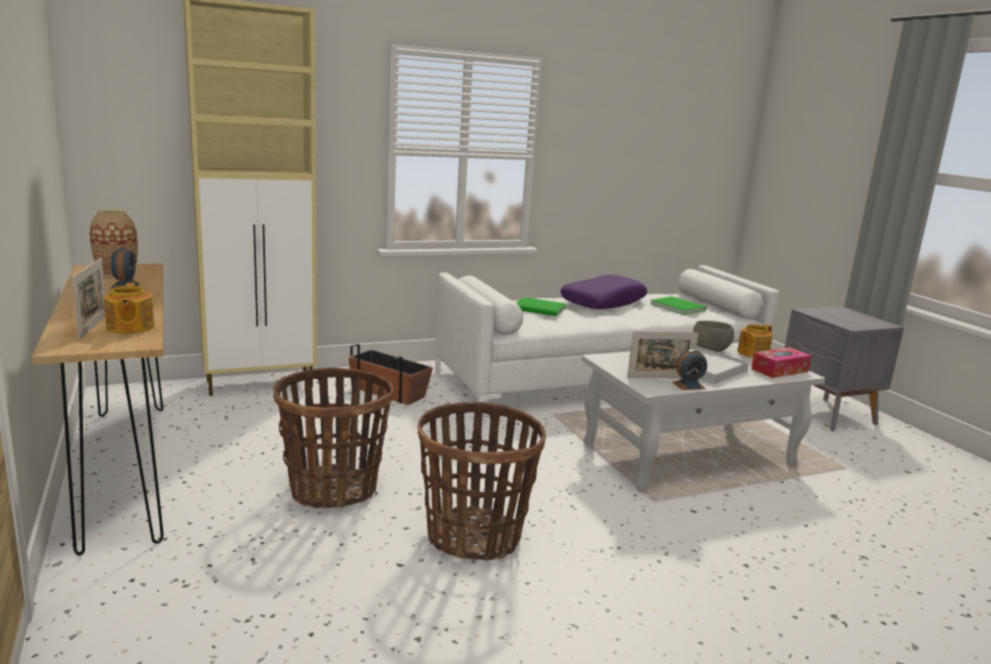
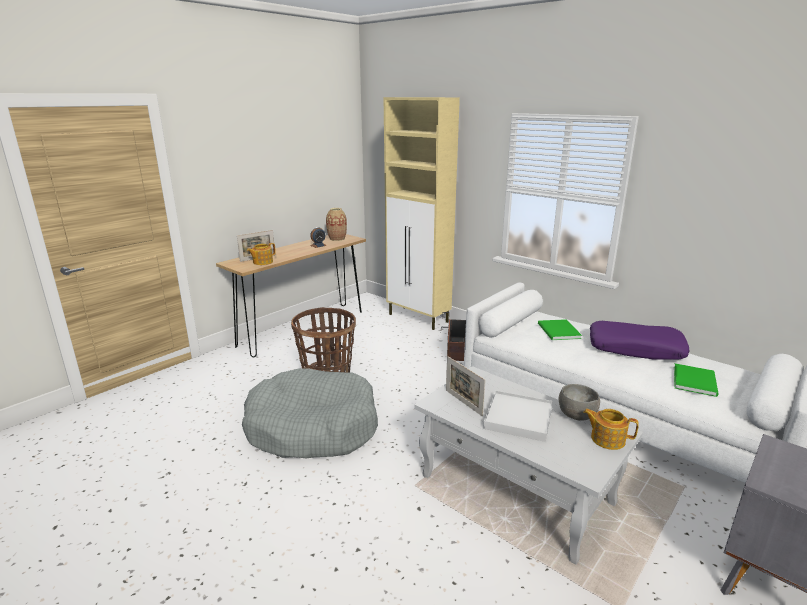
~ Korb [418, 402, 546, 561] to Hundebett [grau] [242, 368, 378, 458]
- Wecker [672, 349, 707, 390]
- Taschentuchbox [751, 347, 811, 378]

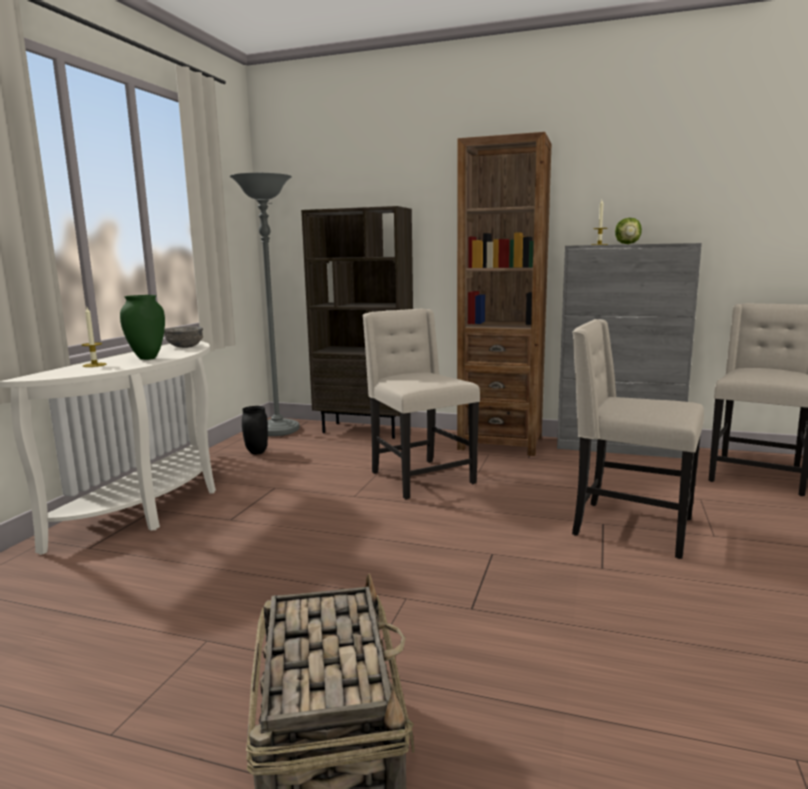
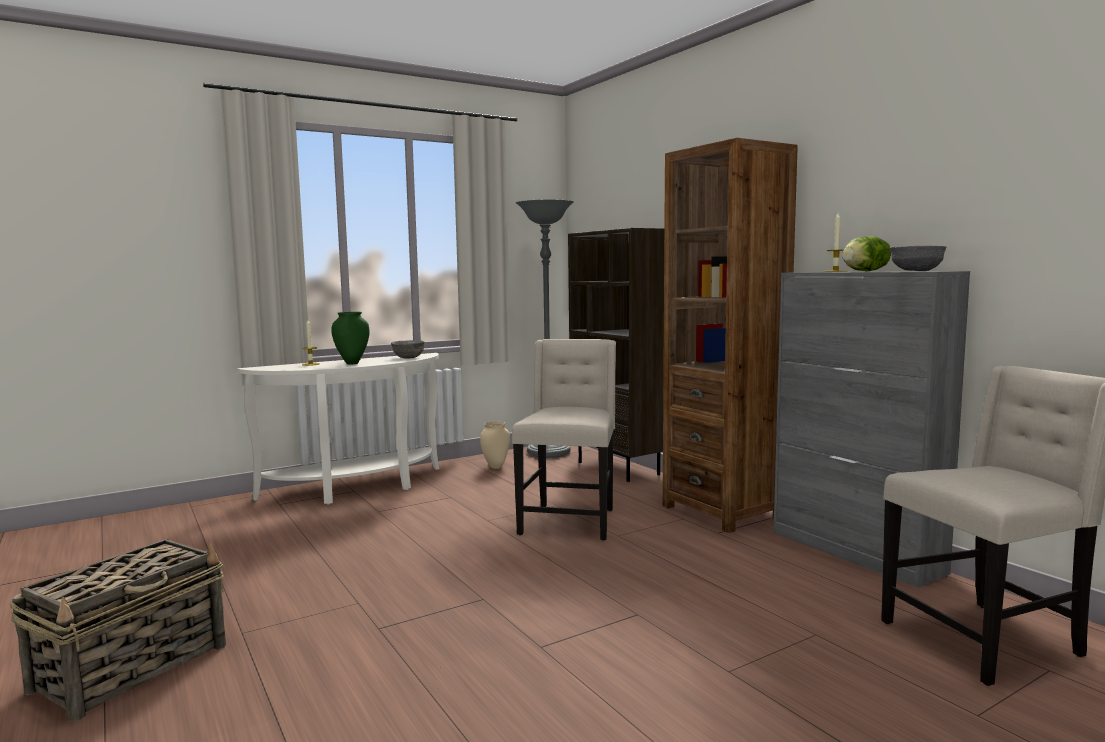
~ Vase [schwarz] [242, 406, 268, 454] to Vase [beige] [480, 421, 510, 469]
- Stuhl [beige] [572, 319, 704, 559]
+ Schüssel [grau] [890, 246, 947, 271]

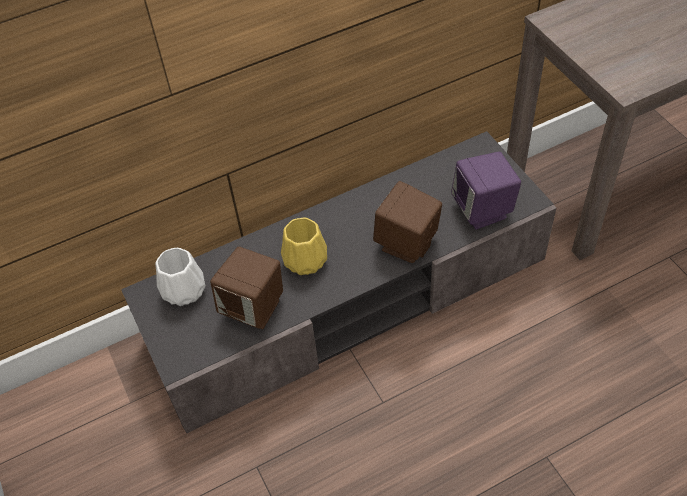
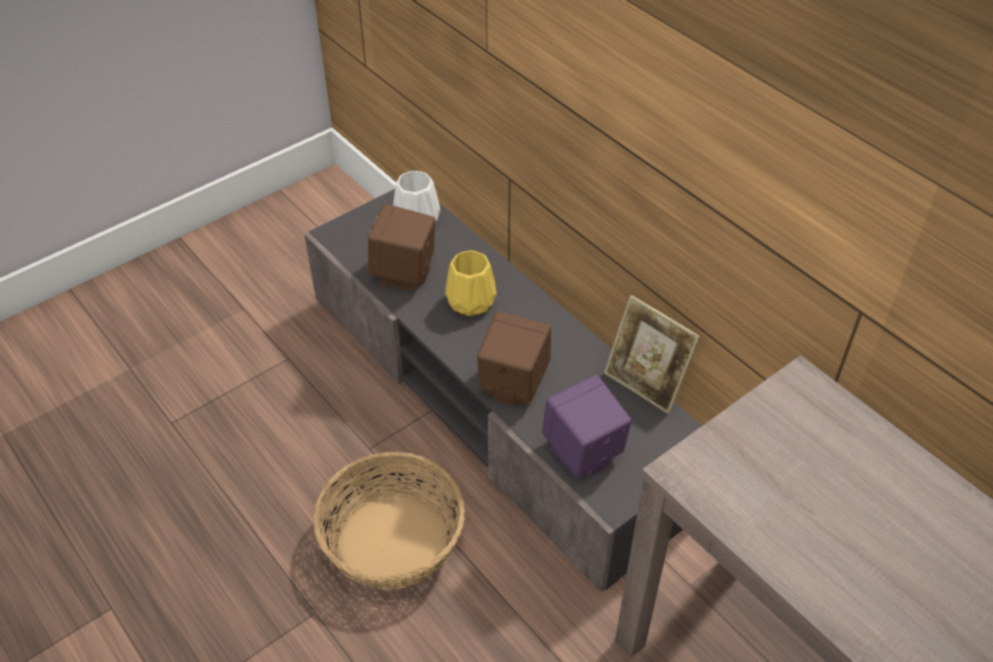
+ Korb [314, 452, 465, 590]
+ Bilderrahmen [604, 295, 700, 414]

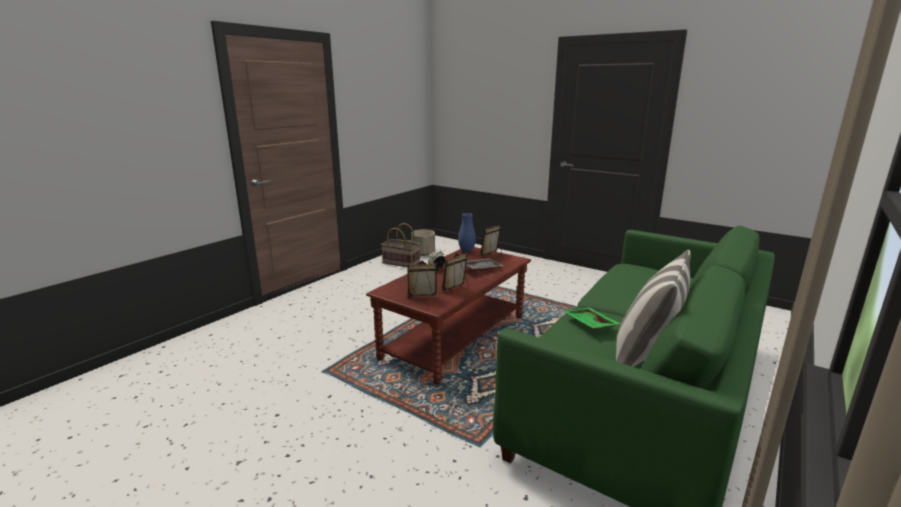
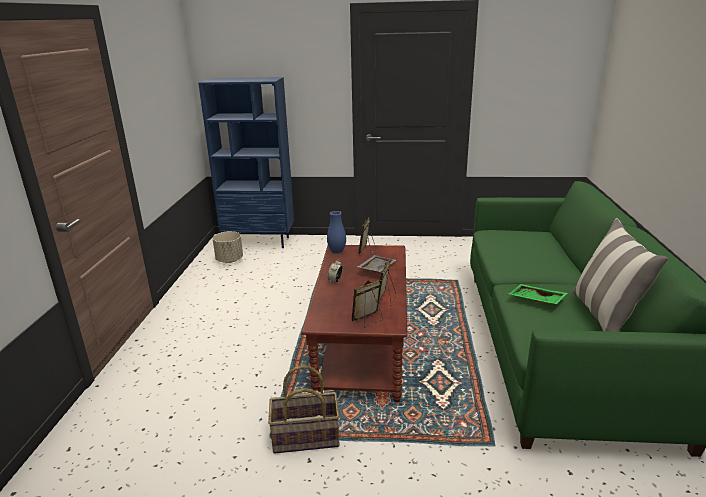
~ Korb [381, 223, 420, 267] to [268, 365, 340, 454]
+ Bücherregal [blau] [198, 77, 294, 248]

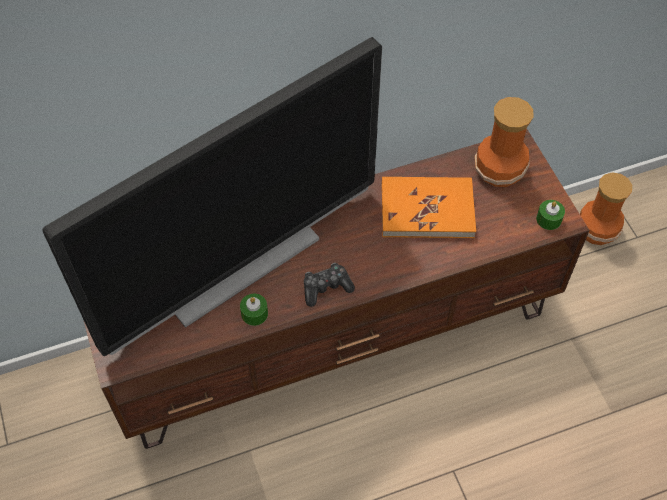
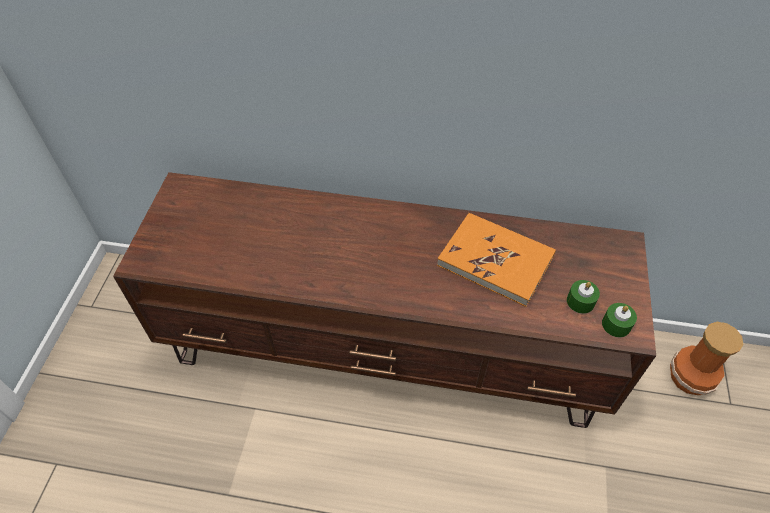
- Fernseher [42, 37, 382, 356]
~ Kerze [grün] [240, 294, 268, 326] to [567, 280, 600, 314]
- Gamepad [304, 263, 355, 307]
- Vase [475, 97, 534, 187]

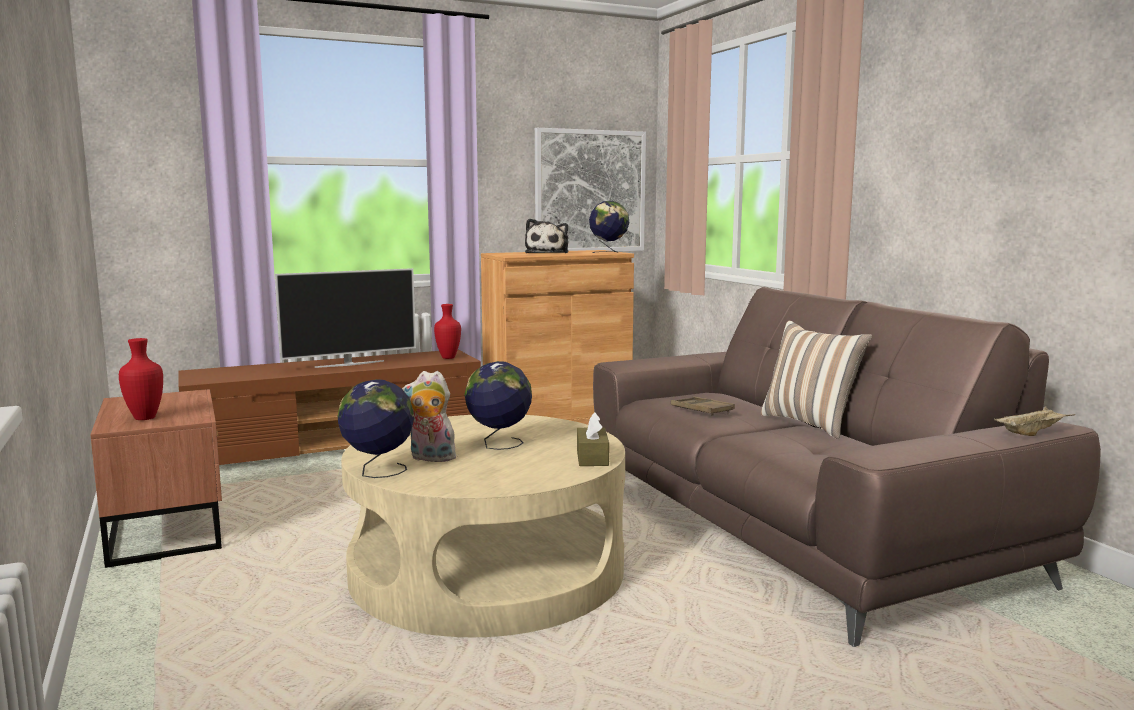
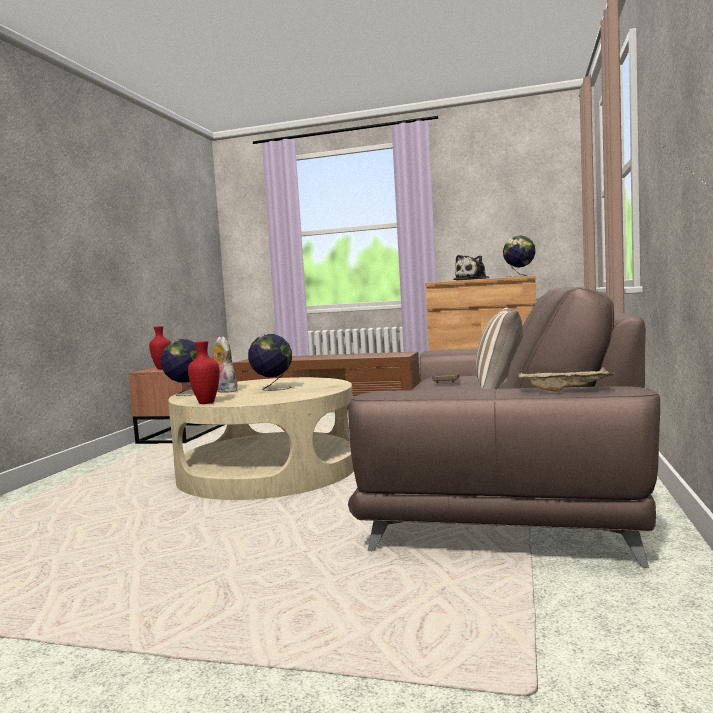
- Fernseher [275, 268, 416, 368]
~ Vase [rot] [434, 304, 461, 359] to [188, 341, 220, 404]
- Bild [535, 128, 646, 252]
- Taschentuchbox [braun] [577, 413, 609, 466]

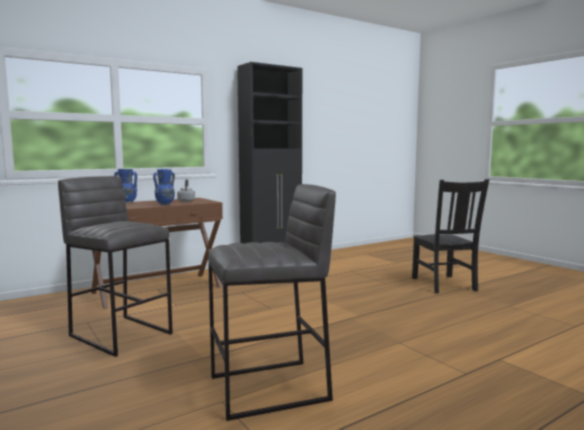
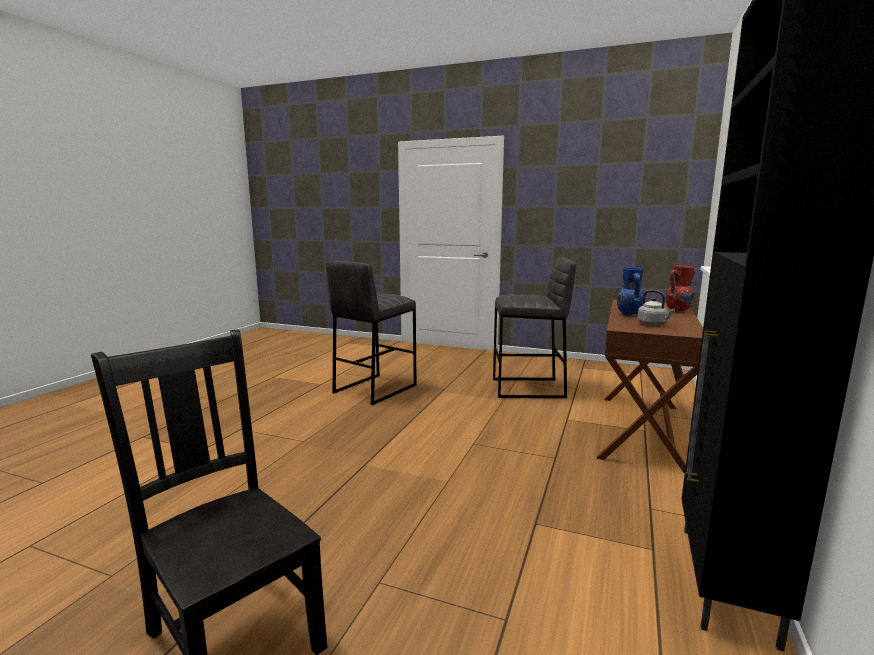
~ Vase [blau] [114, 169, 138, 203] to Vase [rot] [666, 265, 695, 313]

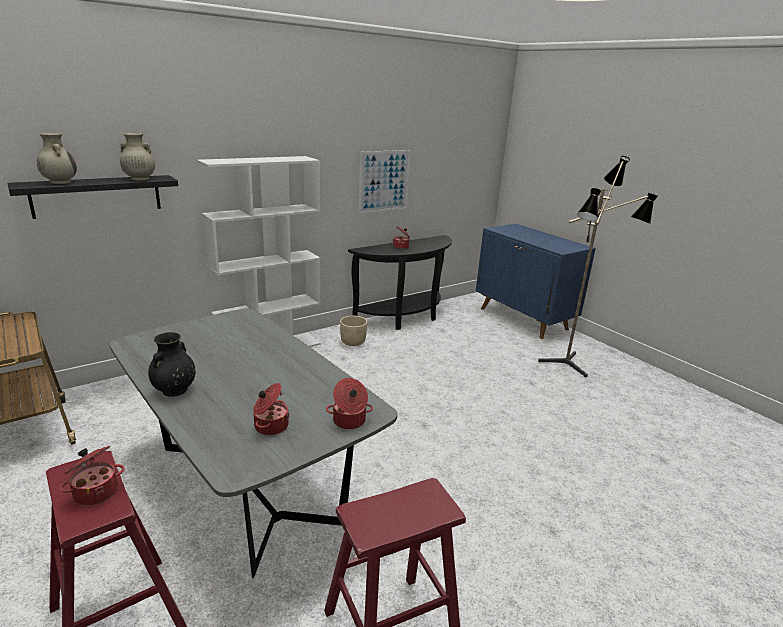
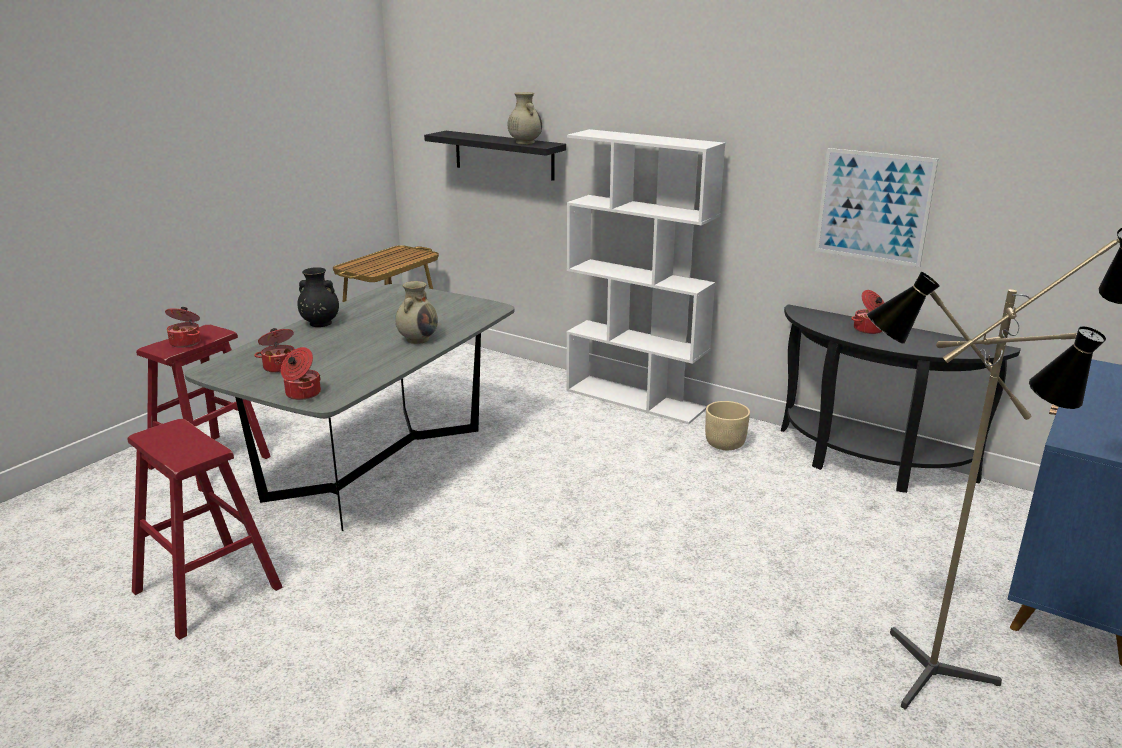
~ Vase [beige] [37, 133, 77, 184] to [395, 281, 438, 344]

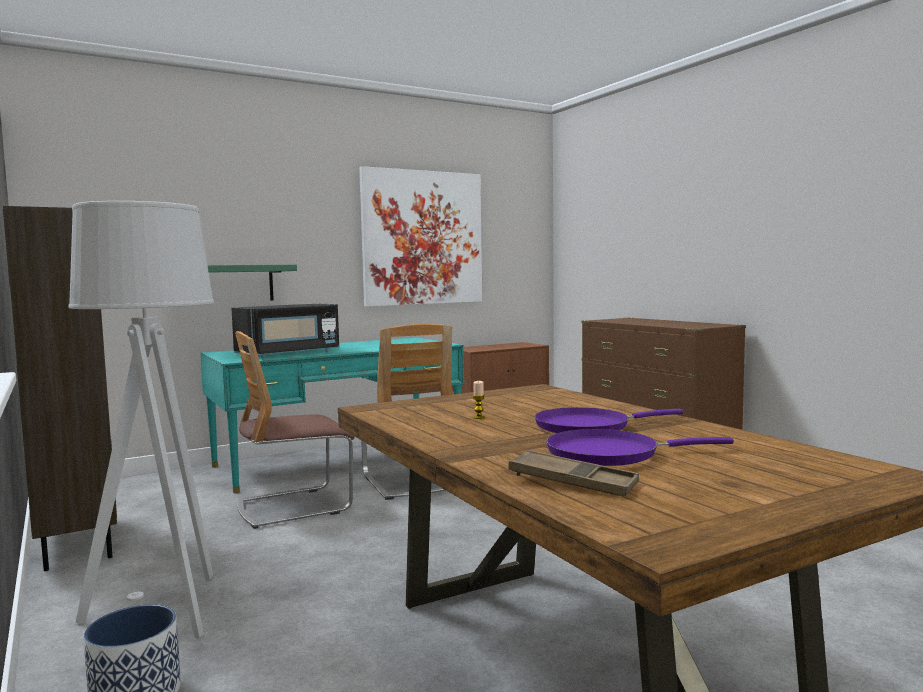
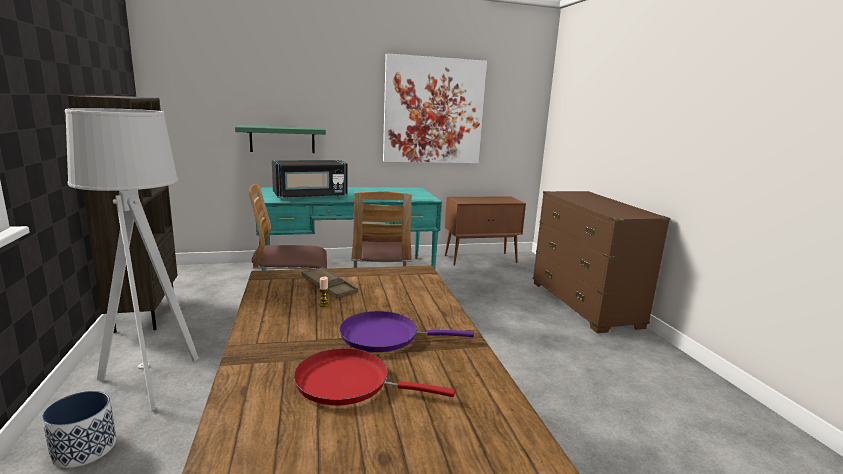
~ Tablett [braun] [508, 450, 639, 496] to [302, 267, 358, 299]
~ Pfanne [lila] [546, 429, 734, 466] to Pfanne [rot] [293, 348, 455, 405]

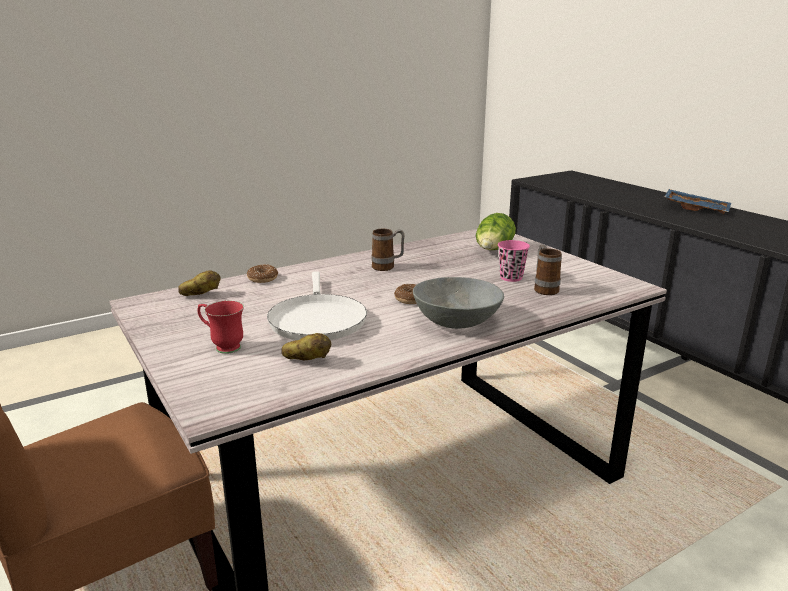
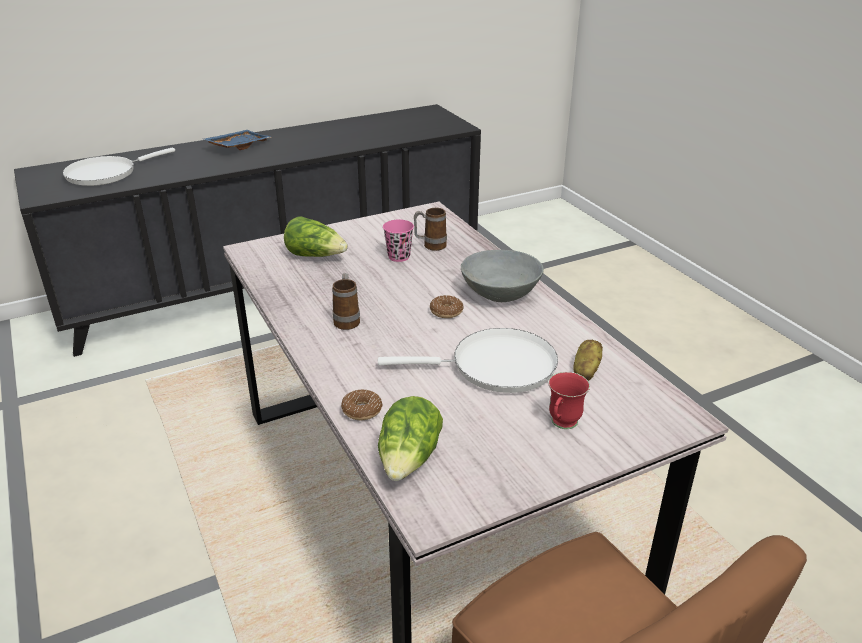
~ Kartoffel [178, 270, 221, 296] to Salatkopf [378, 396, 443, 481]
+ Pfanne [weiß] [62, 148, 175, 186]

